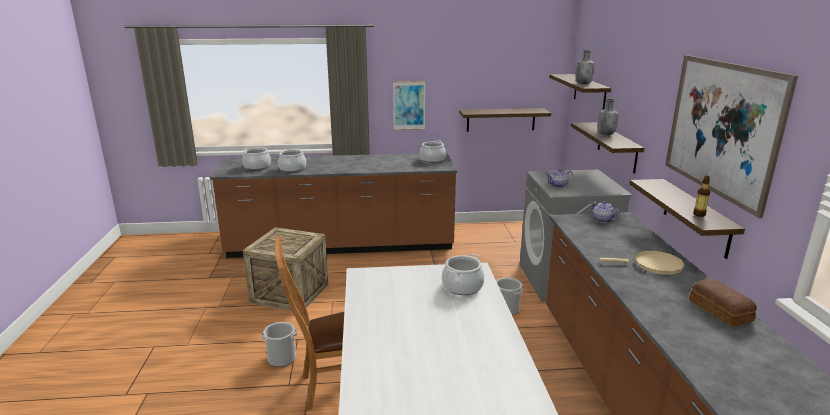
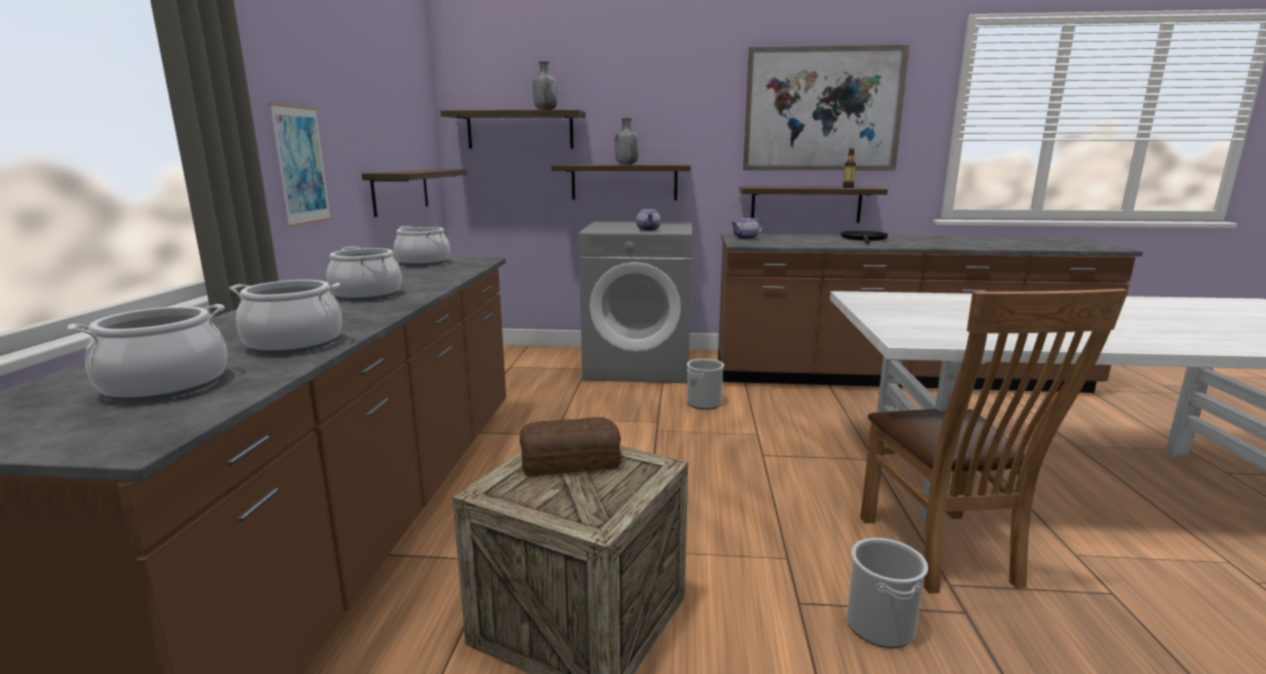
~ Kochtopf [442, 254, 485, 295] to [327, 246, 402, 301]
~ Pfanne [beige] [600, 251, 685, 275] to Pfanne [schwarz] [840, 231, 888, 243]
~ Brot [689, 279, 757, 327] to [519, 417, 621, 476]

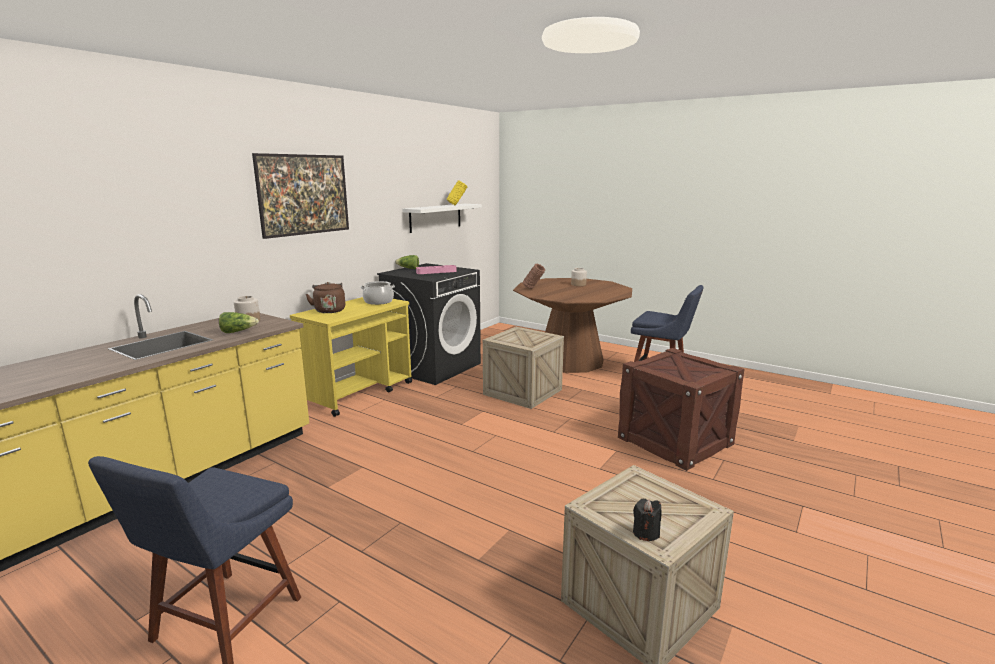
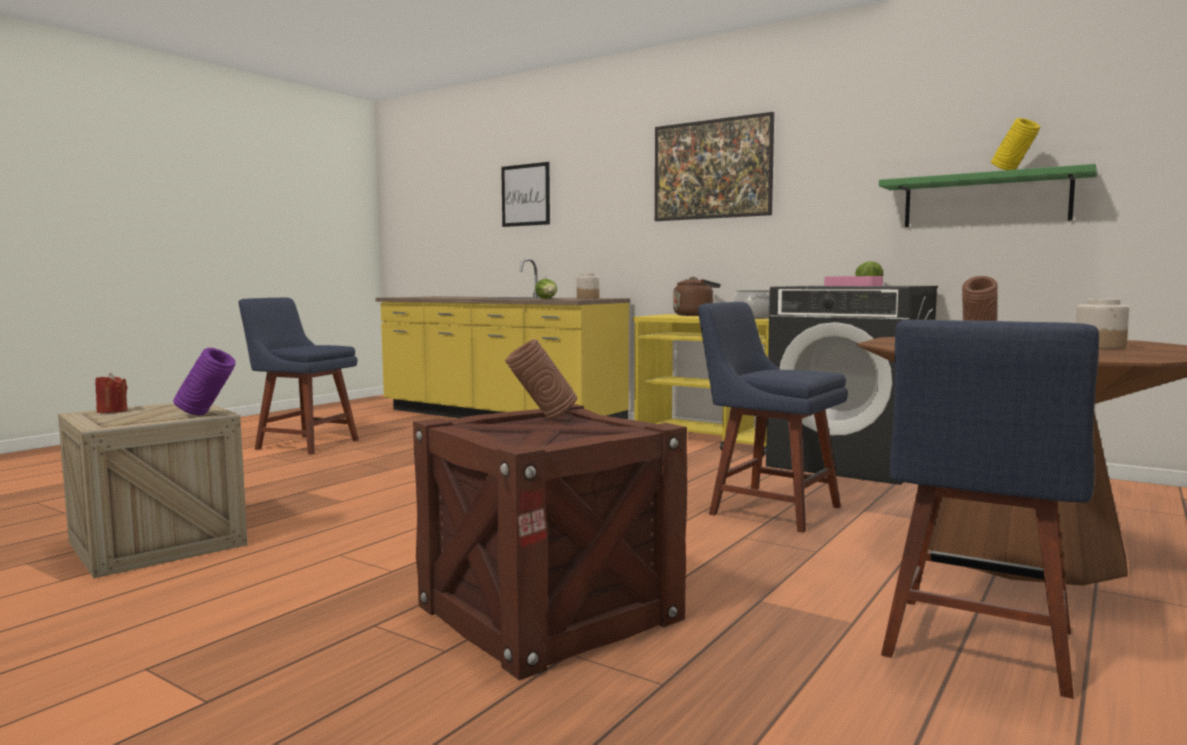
~ Wandregal [weiß] [402, 204, 482, 233] to Wandregal [grün] [879, 164, 1097, 227]
~ Kiste [483, 327, 564, 409] to Stuhl [blau] [698, 302, 848, 533]
~ Kerze [schwarz] [633, 499, 662, 541] to Kerze [rot] [95, 373, 127, 413]
+ Vase [lila] [173, 348, 236, 415]
+ Bild [501, 162, 550, 227]
+ Vase [braun] [505, 339, 577, 419]

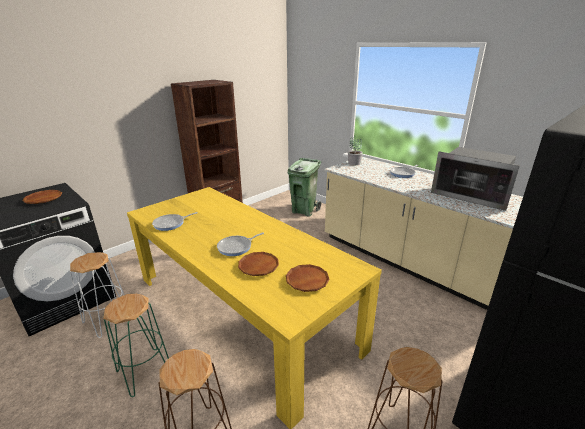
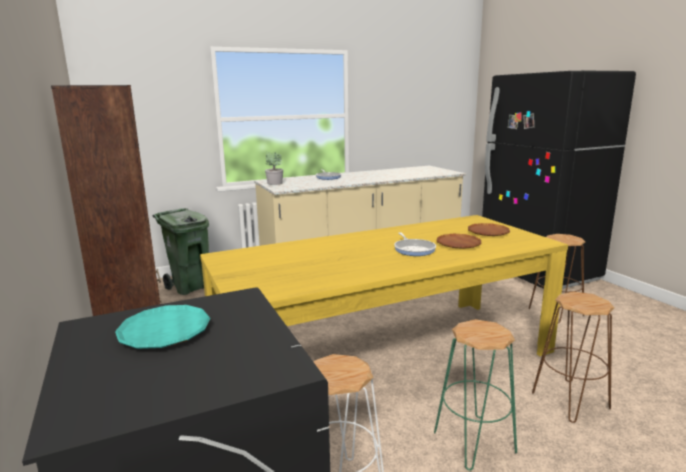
~ Teller [braun] [22, 190, 62, 204] to Teller [türkis] [115, 305, 210, 349]
- Pfanne [152, 212, 198, 231]
- Mikrowelle [431, 147, 520, 211]

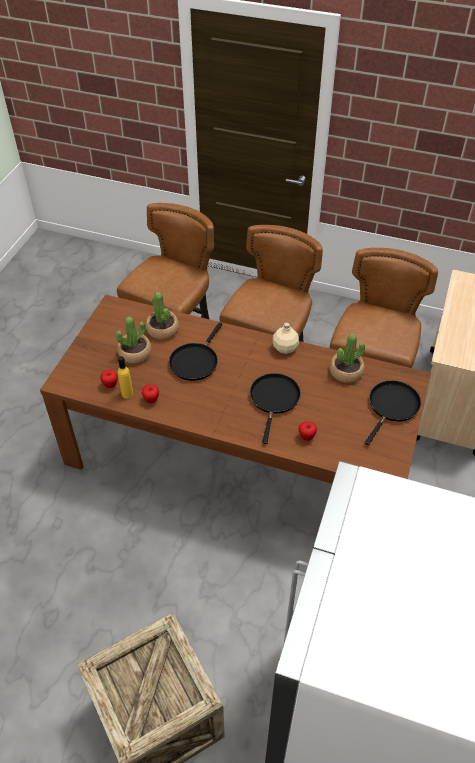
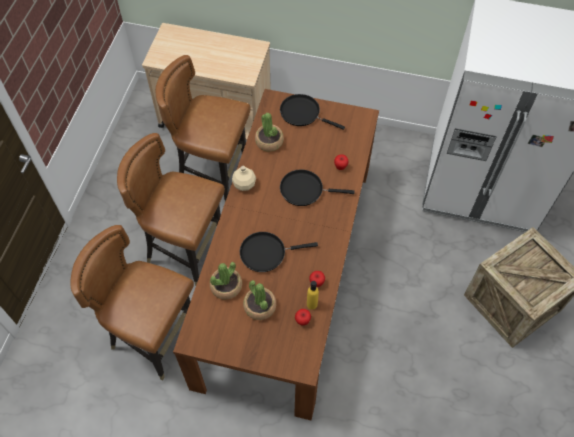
~ Pfanne [schwarz] [169, 322, 222, 381] = [240, 232, 318, 272] 150 degrees clockwise

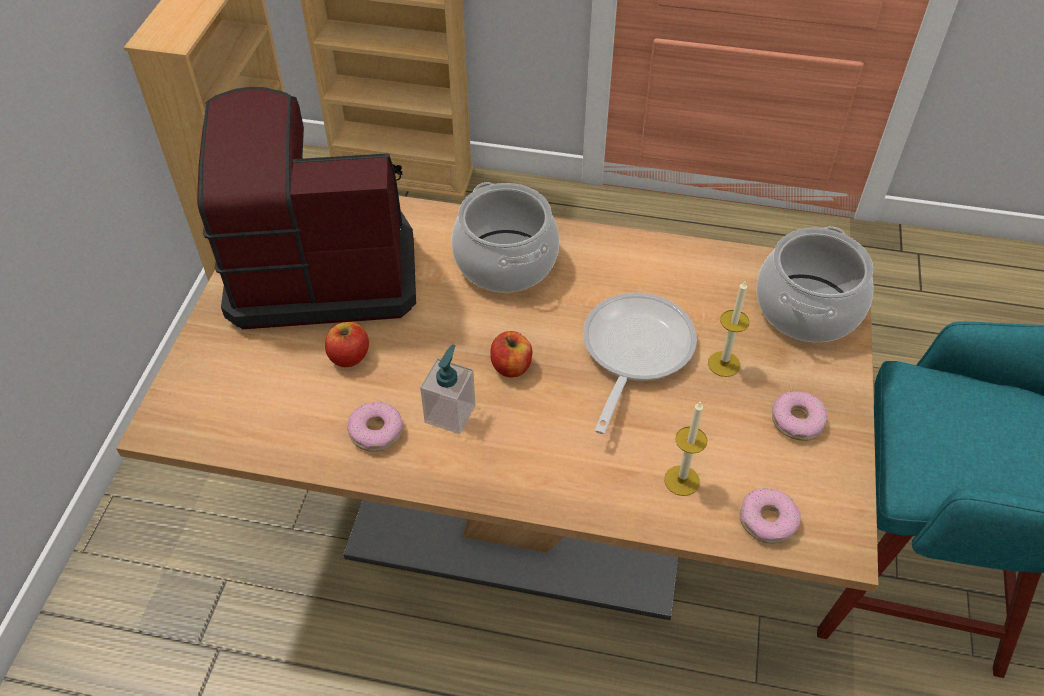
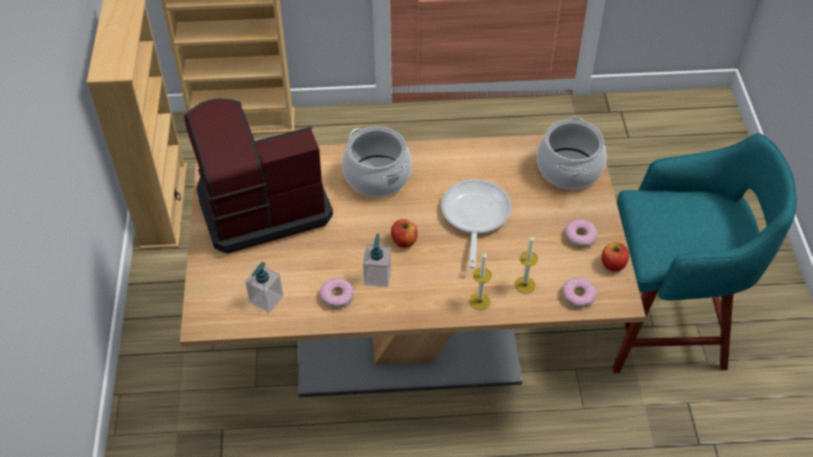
~ Apfel [325, 322, 369, 367] to [602, 242, 629, 272]
~ Kerze [708, 281, 749, 377] to [469, 252, 492, 310]
+ Seifenspender [245, 262, 283, 313]

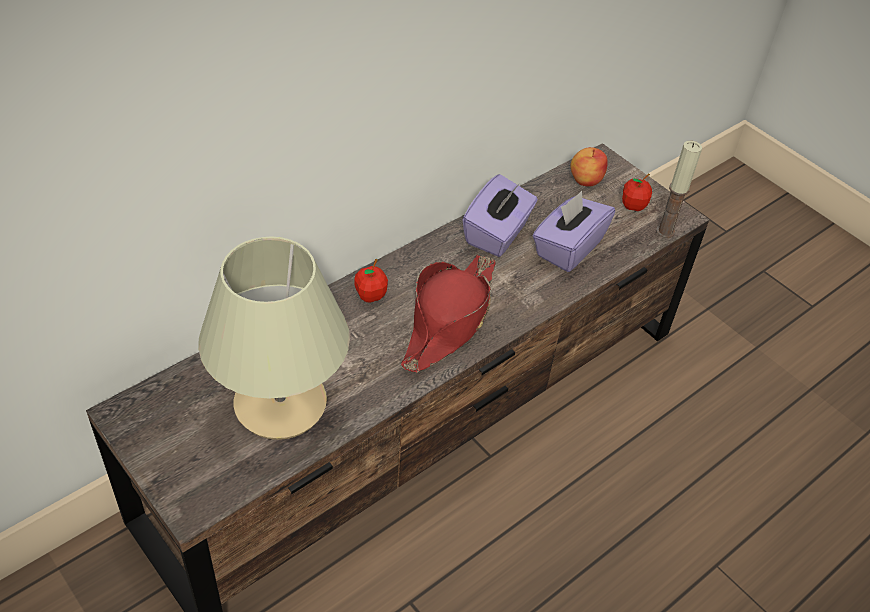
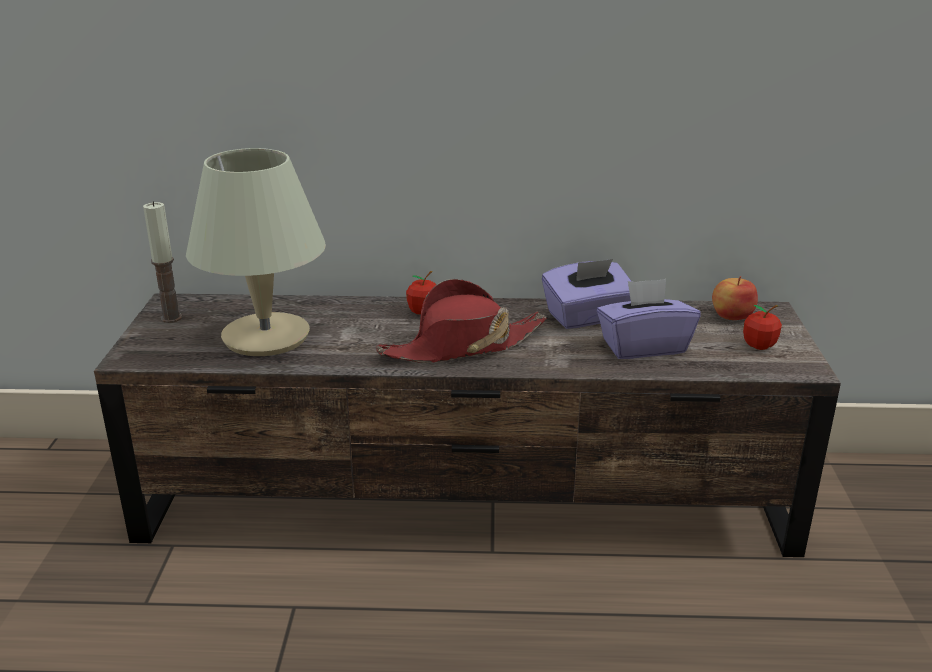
~ Kerze [656, 141, 702, 238] to [143, 201, 182, 323]

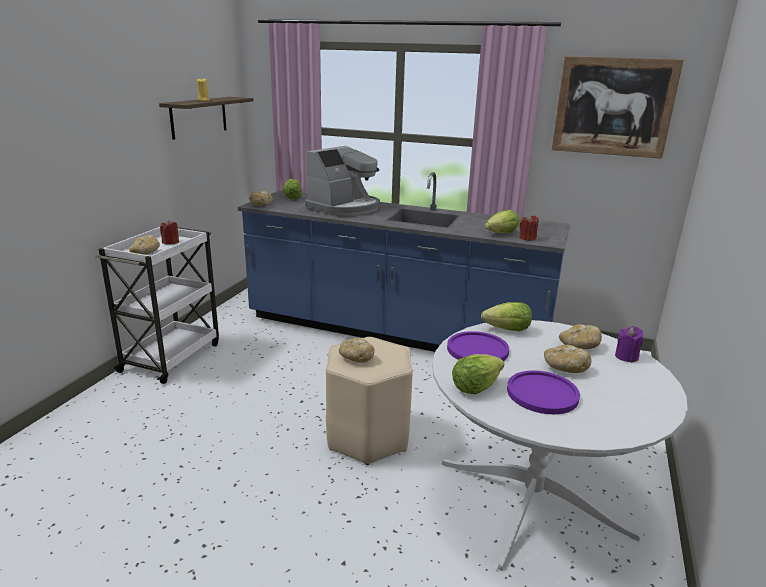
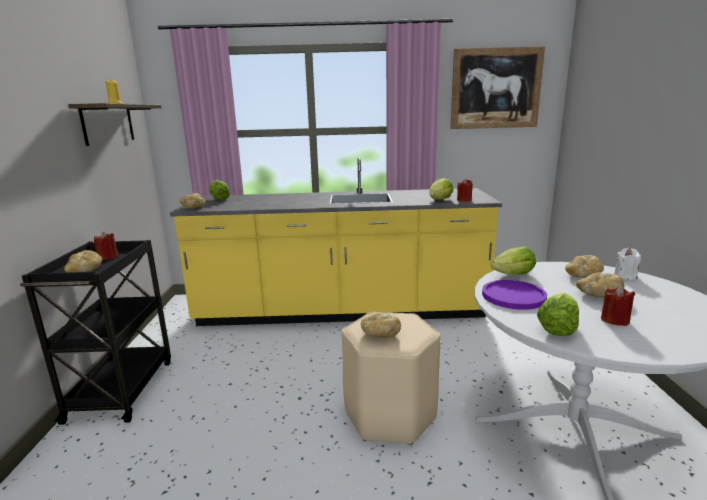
~ Rollwagen [weiß] [95, 227, 219, 384] to Rollwagen [schwarz] [20, 240, 171, 425]
~ Küchenzeile [blau] [238, 172, 570, 352] to Küchenzeile [gelb] [170, 157, 502, 326]
- Kaffeemaschine [305, 146, 380, 216]
~ Teller [lila] [507, 371, 580, 414] to Kerze [rot] [601, 286, 635, 326]
~ Kerze [lila] [615, 326, 643, 363] to Kerze [weiß] [614, 248, 641, 280]

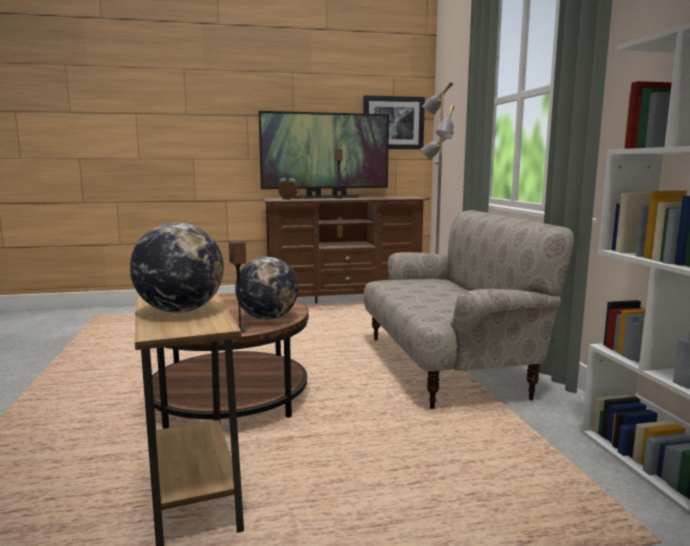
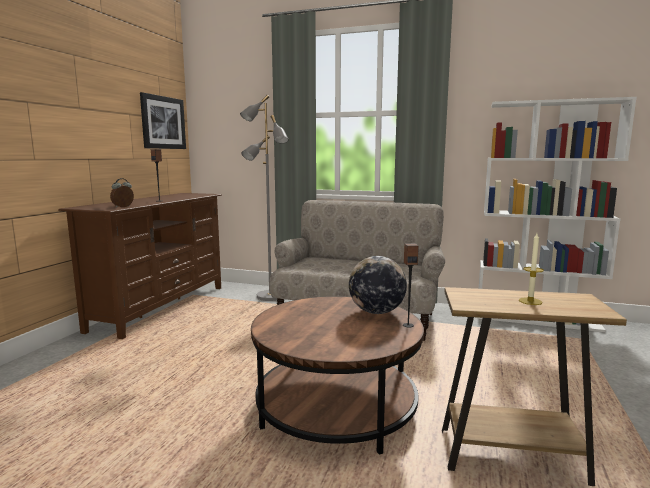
~ Globus [130, 223, 224, 313] to Kerze [519, 233, 544, 305]
- Fernseher [258, 111, 389, 199]

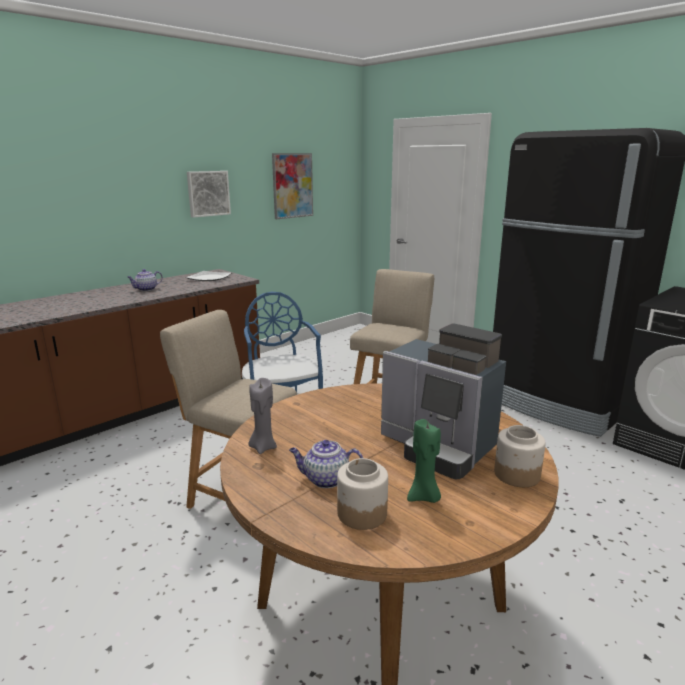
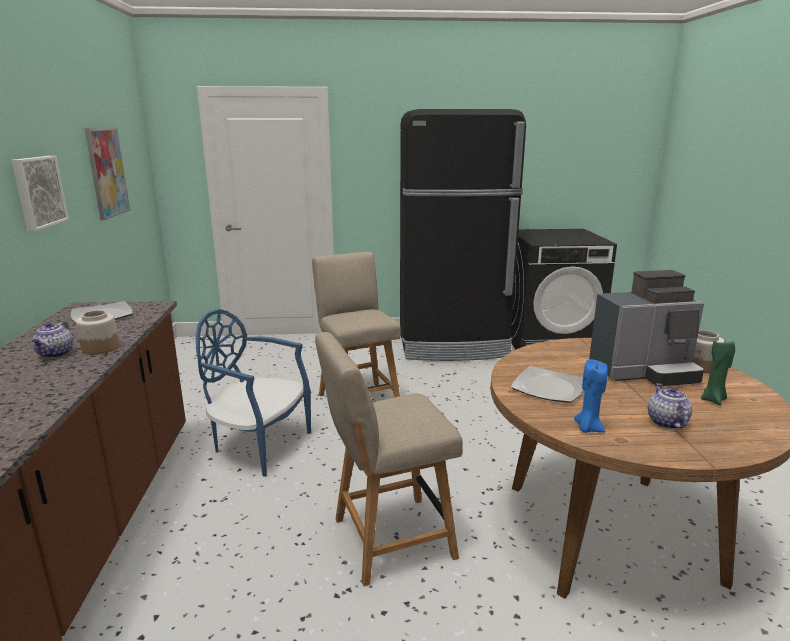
~ Kerze [grau] [248, 378, 277, 454] to Kerze [blau] [574, 359, 608, 433]
~ Teekanne [289, 440, 363, 488] = [648, 383, 692, 429] 135 degrees clockwise
~ Vorratsglas [337, 458, 388, 530] to [76, 310, 119, 355]
+ Teller [511, 366, 583, 403]

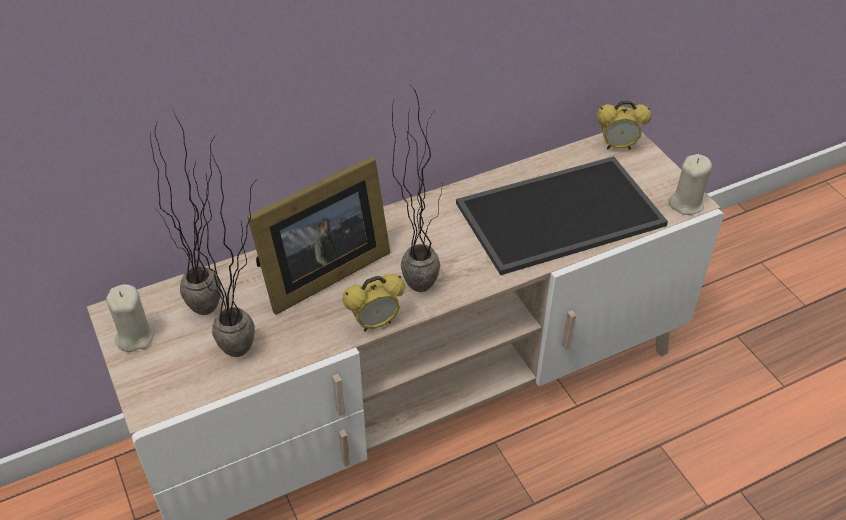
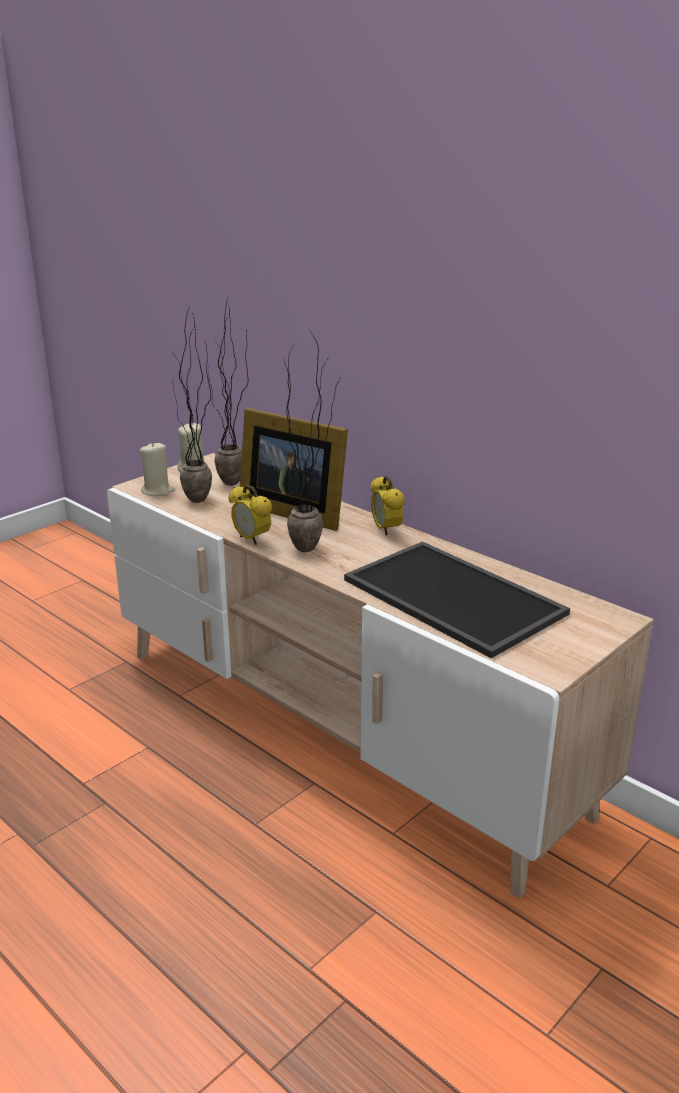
~ Wecker [597, 101, 651, 150] to [371, 476, 404, 536]
~ Kerze [beige] [668, 154, 712, 215] to [140, 442, 175, 496]

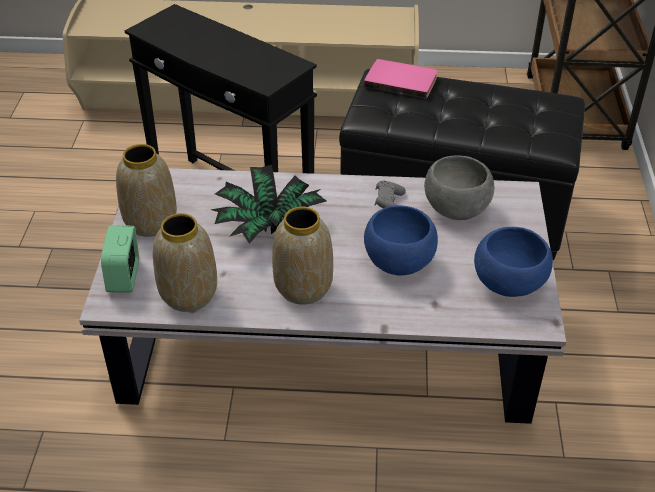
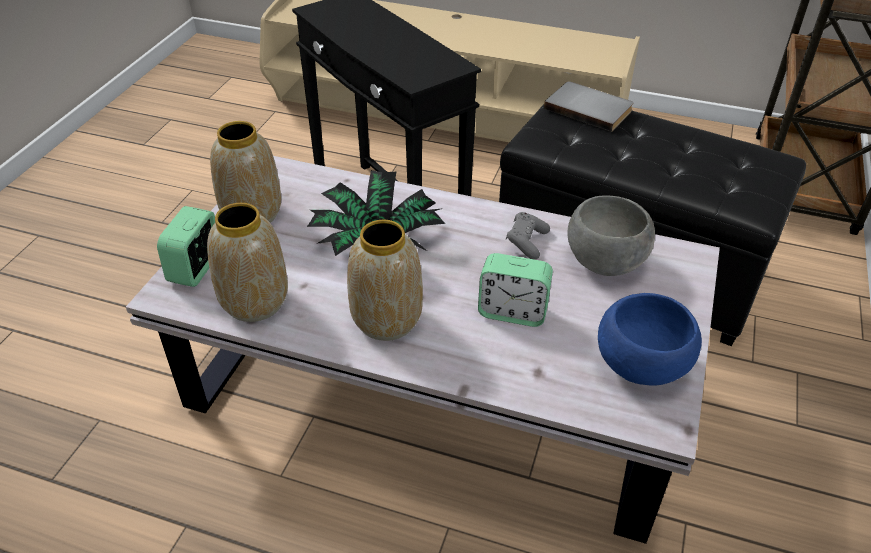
~ Buch [rosa] [364, 59, 438, 99] to Buch [grau] [544, 81, 633, 132]
~ Schüssel [blau] [364, 205, 438, 276] to Wecker [478, 253, 553, 327]

